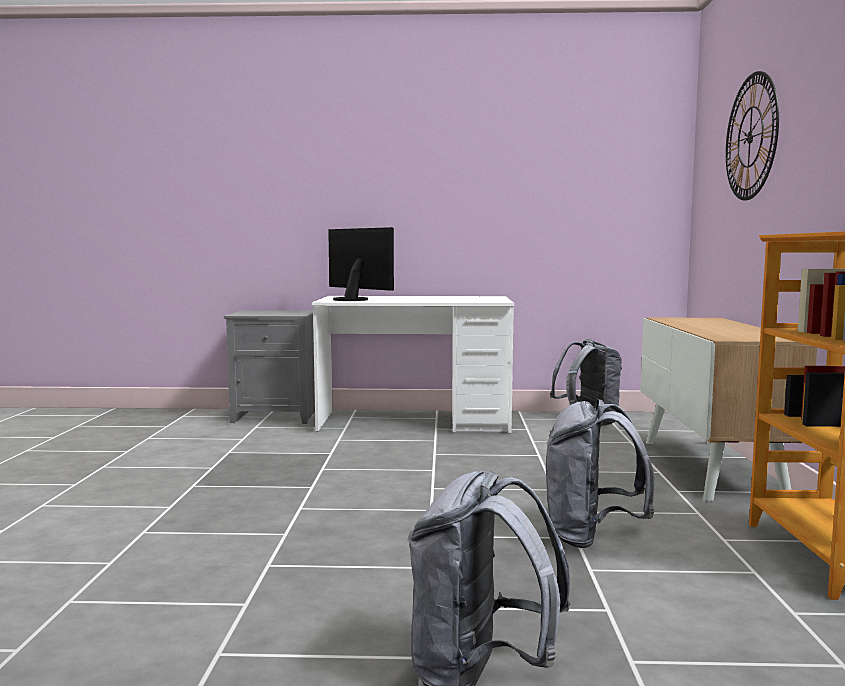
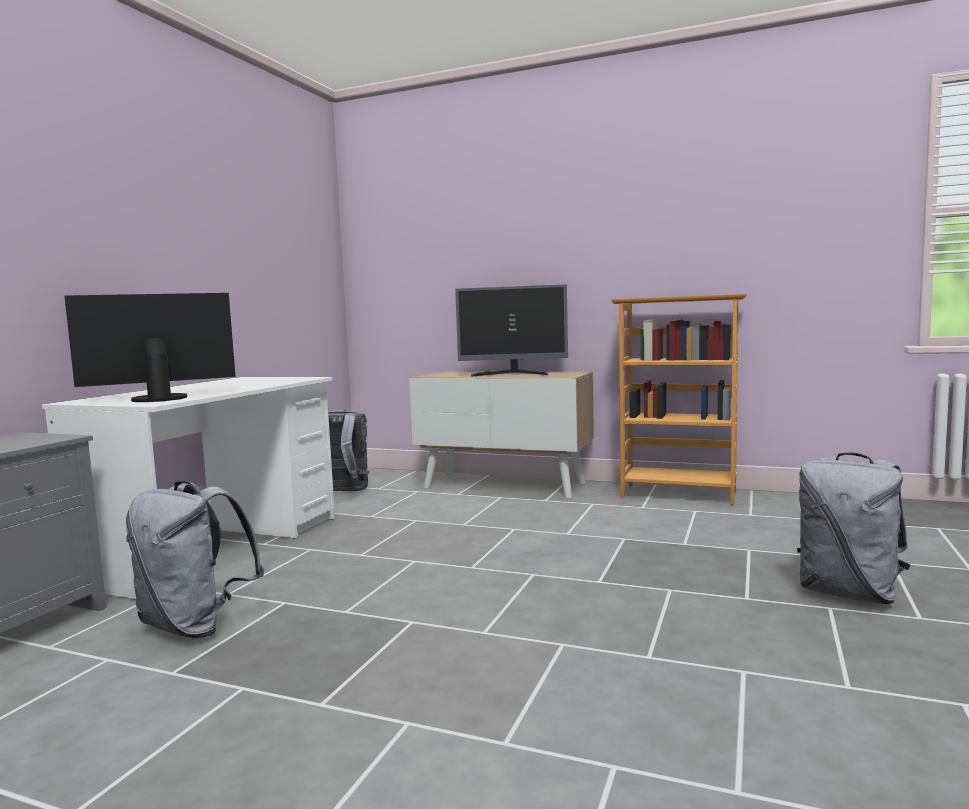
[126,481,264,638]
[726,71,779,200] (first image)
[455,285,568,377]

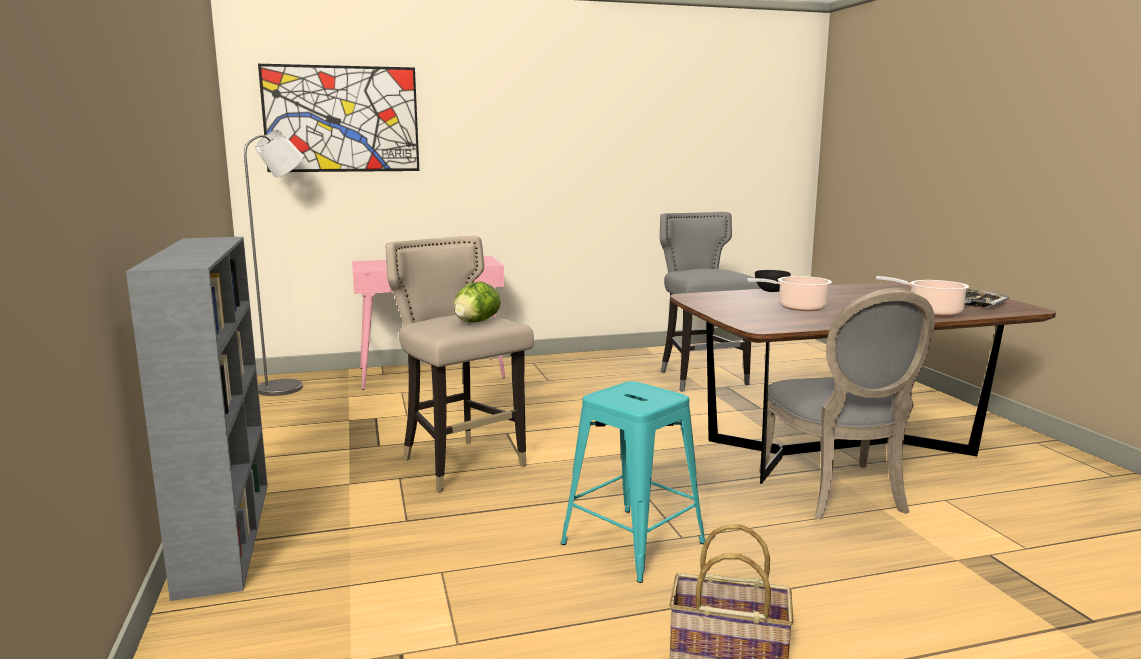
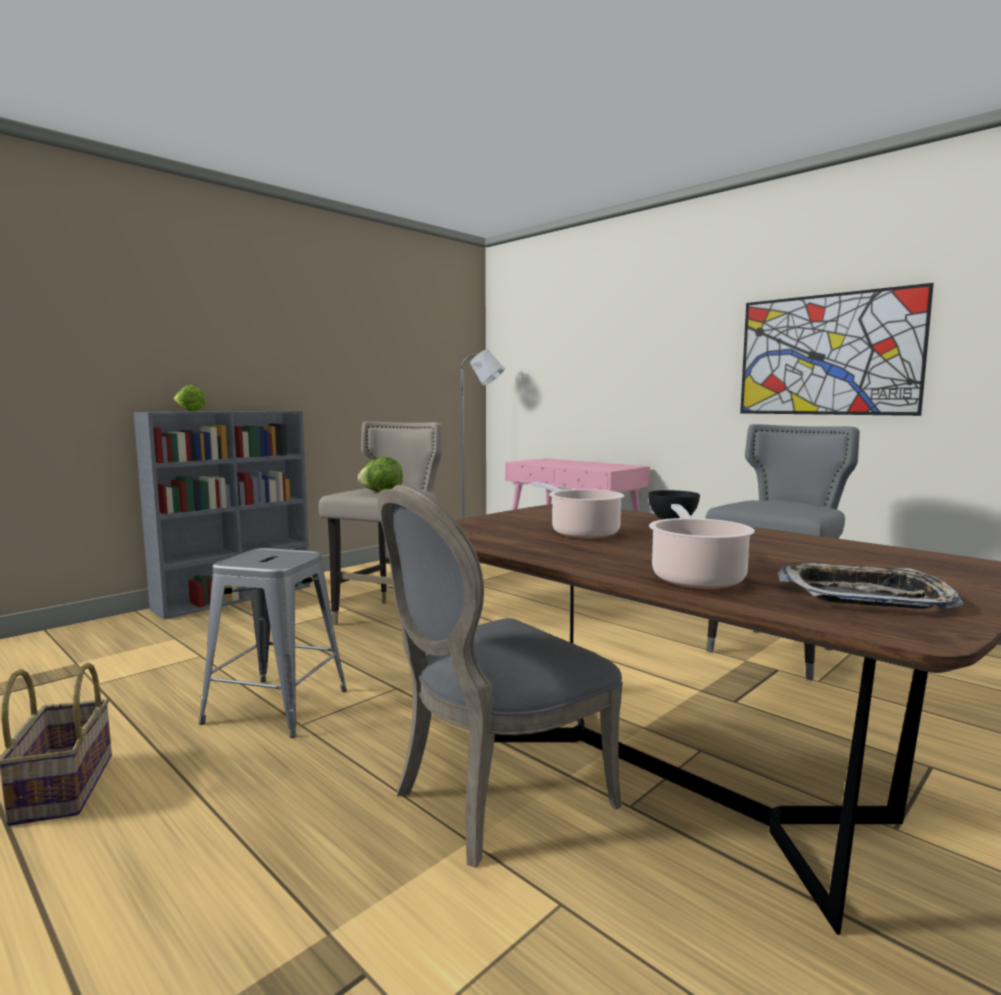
[740,283,934,416]
[199,548,347,738]
[173,385,205,411]

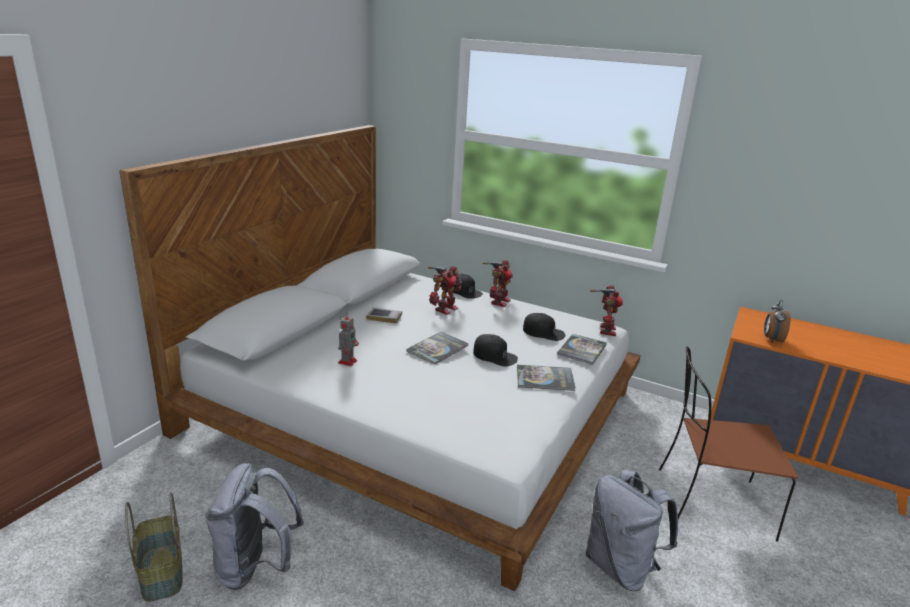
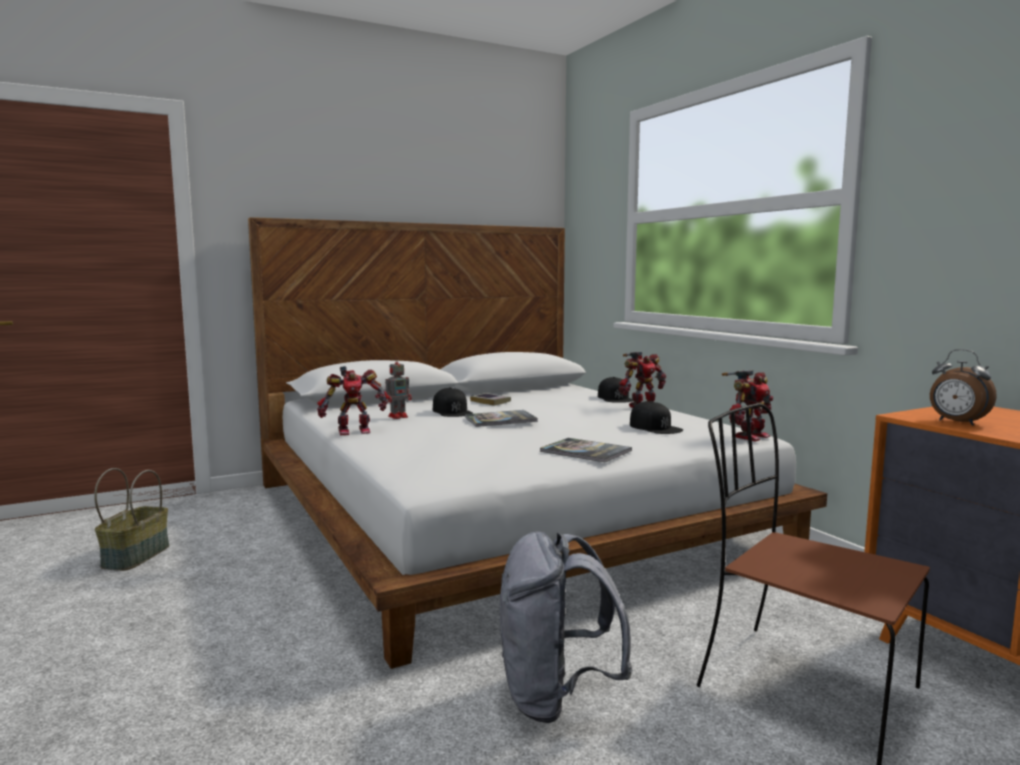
[205,463,304,590] (first image)
[317,366,389,435]
[433,388,473,417]
[557,334,607,365] (first image)
[930,349,997,426]

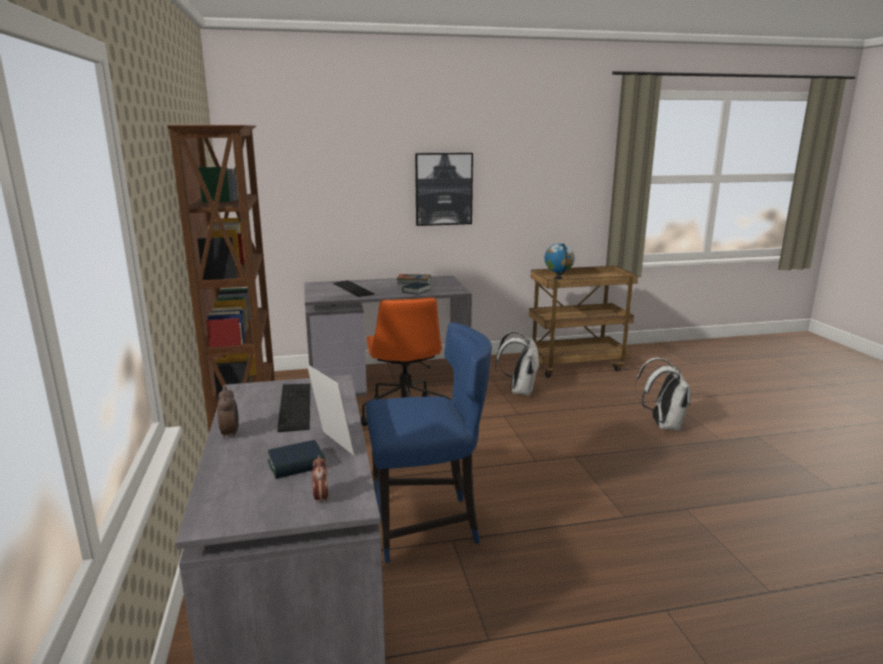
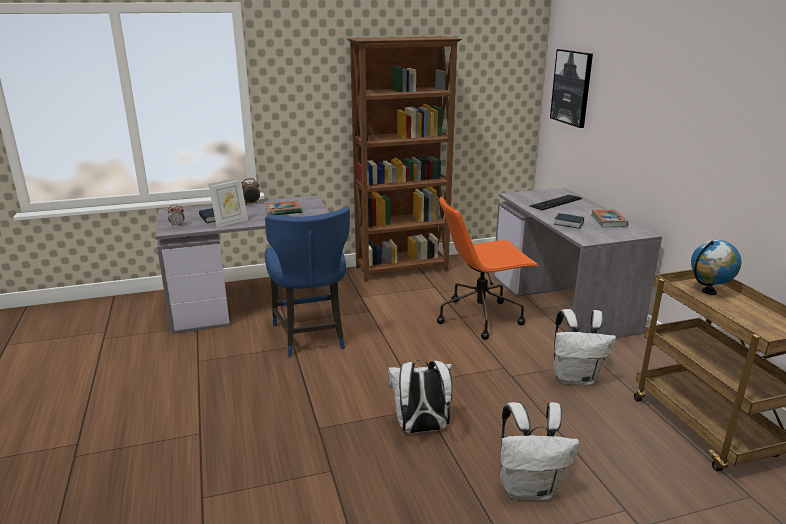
[265,201,302,215]
[550,49,593,128]
[387,360,452,433]

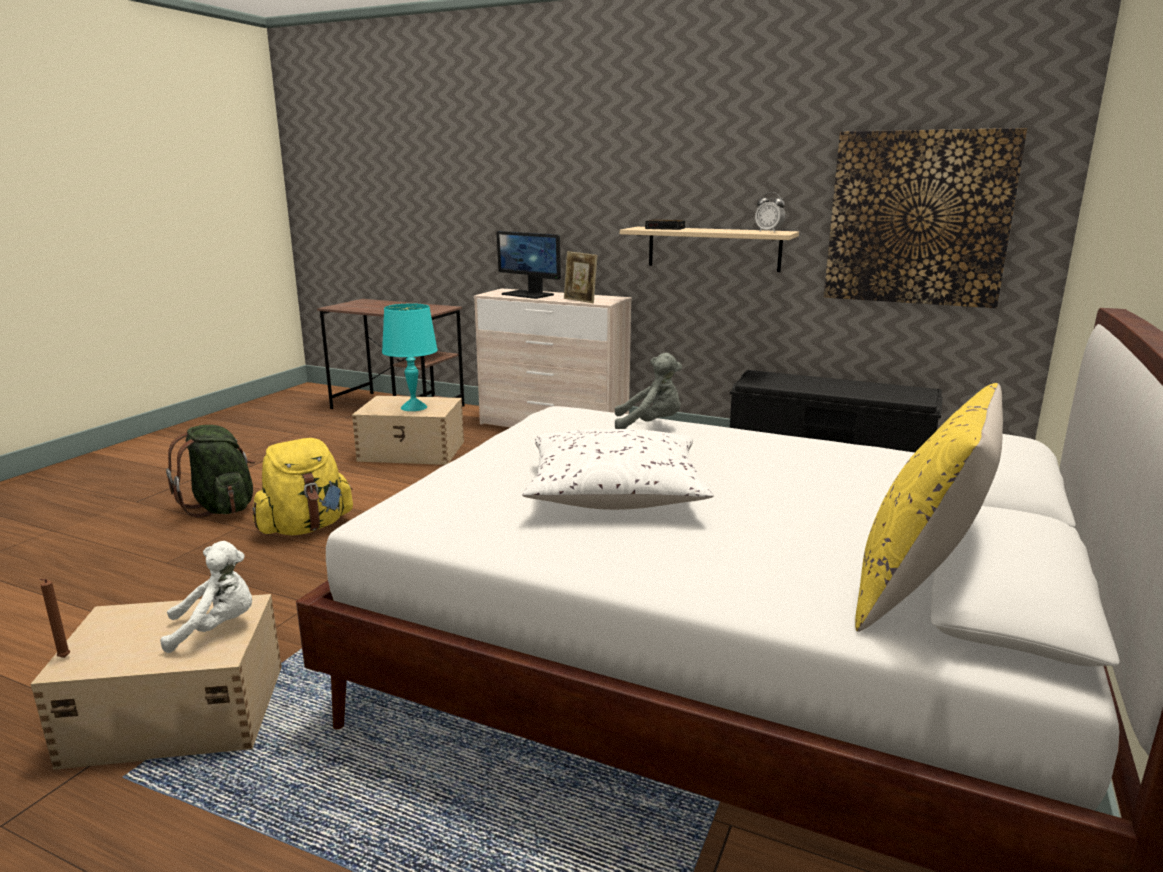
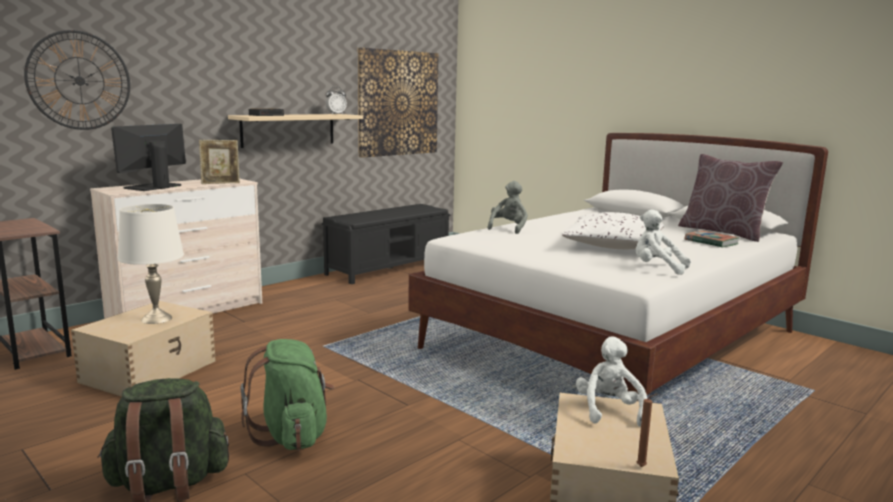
[241,339,334,450]
[117,204,184,324]
[111,124,186,191]
[678,154,783,242]
[24,30,130,130]
[636,209,691,275]
[685,230,740,248]

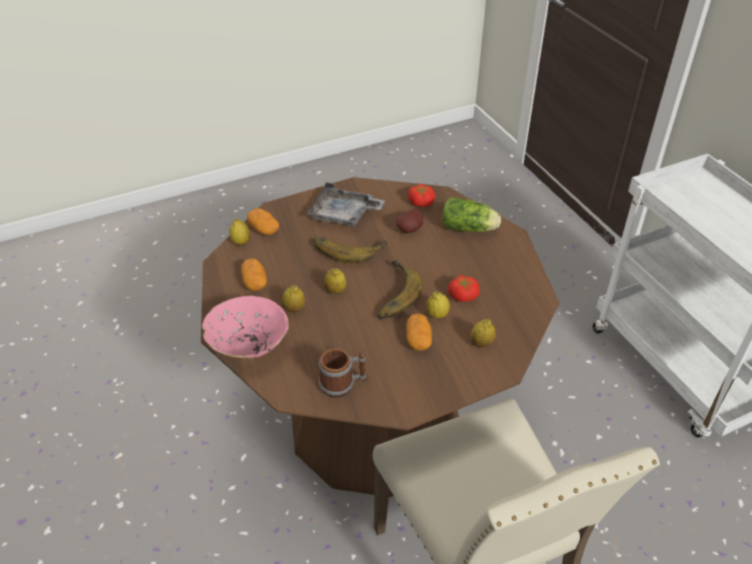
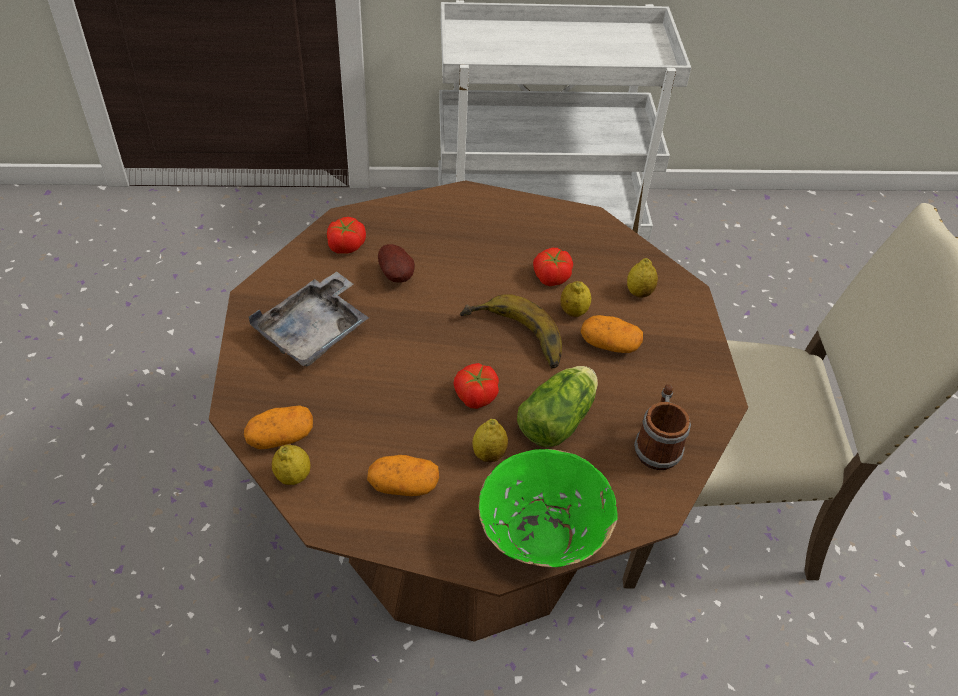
[479,449,618,567]
[313,237,387,263] (first image)
[453,363,499,409]
[517,366,598,448]

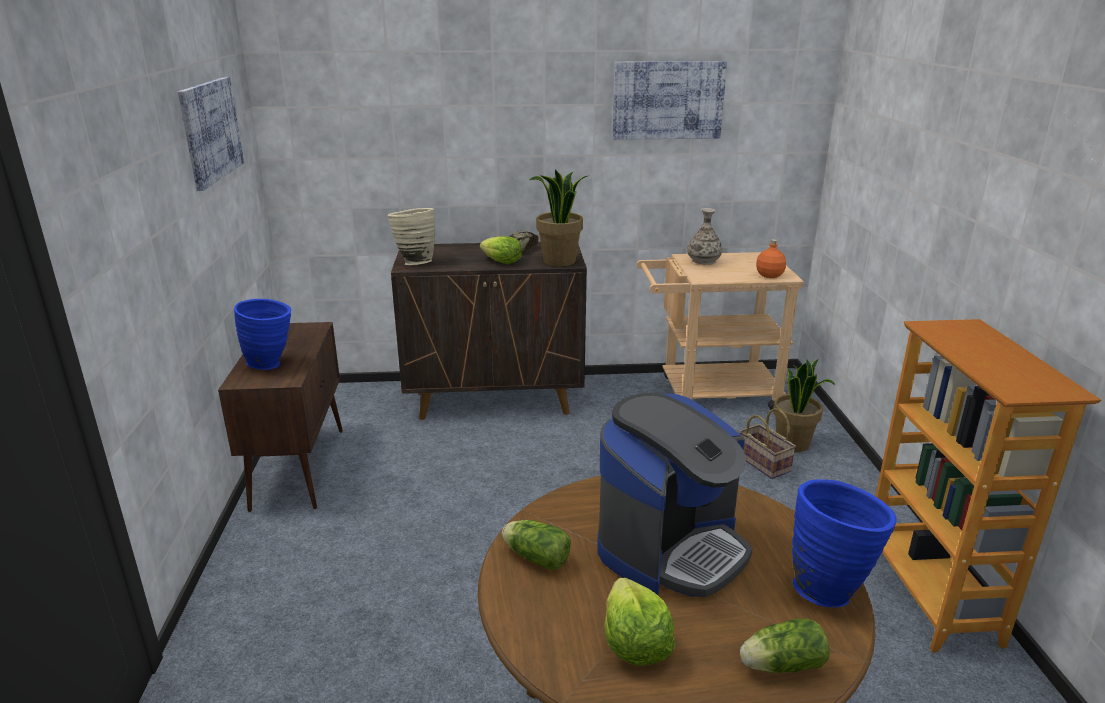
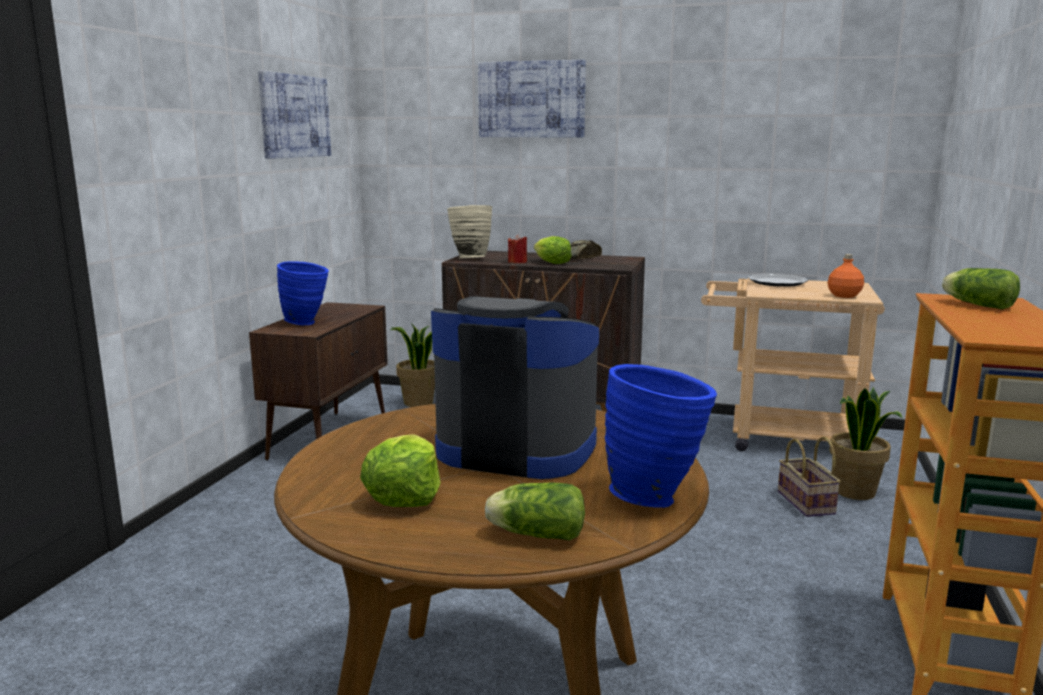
[942,268,1020,309]
[390,323,435,407]
[431,297,599,479]
[478,60,586,137]
[748,273,808,287]
[508,234,527,263]

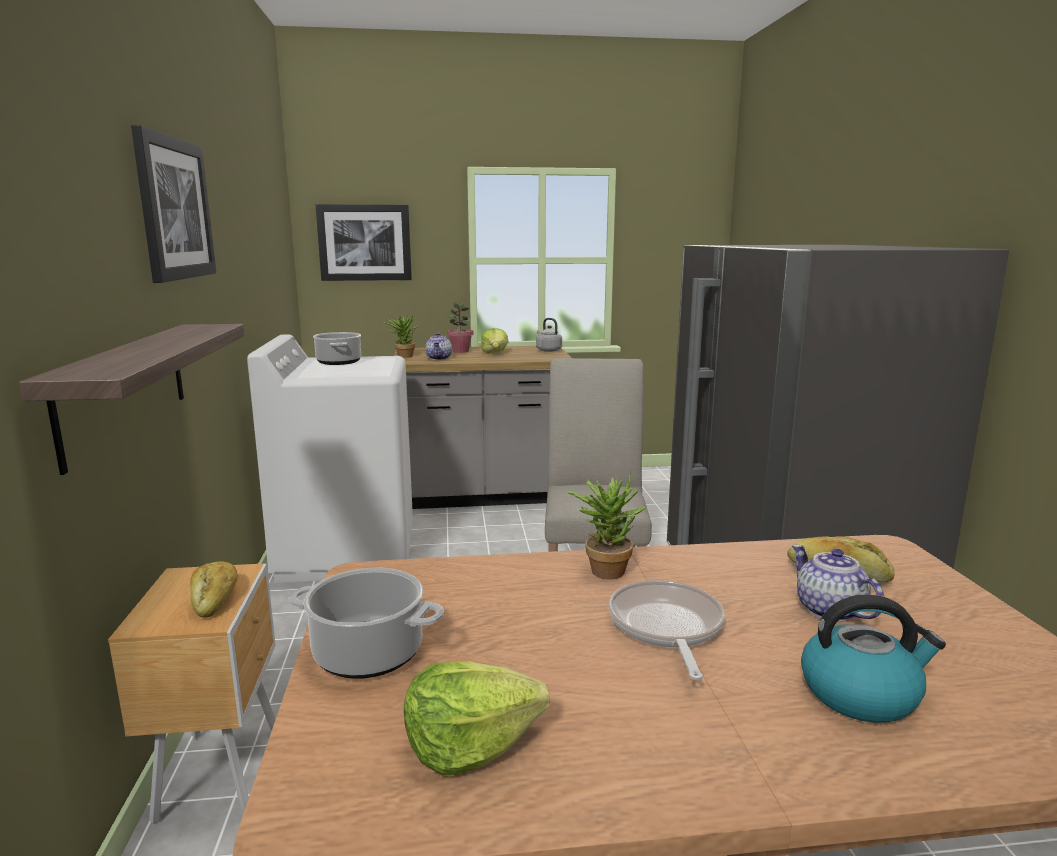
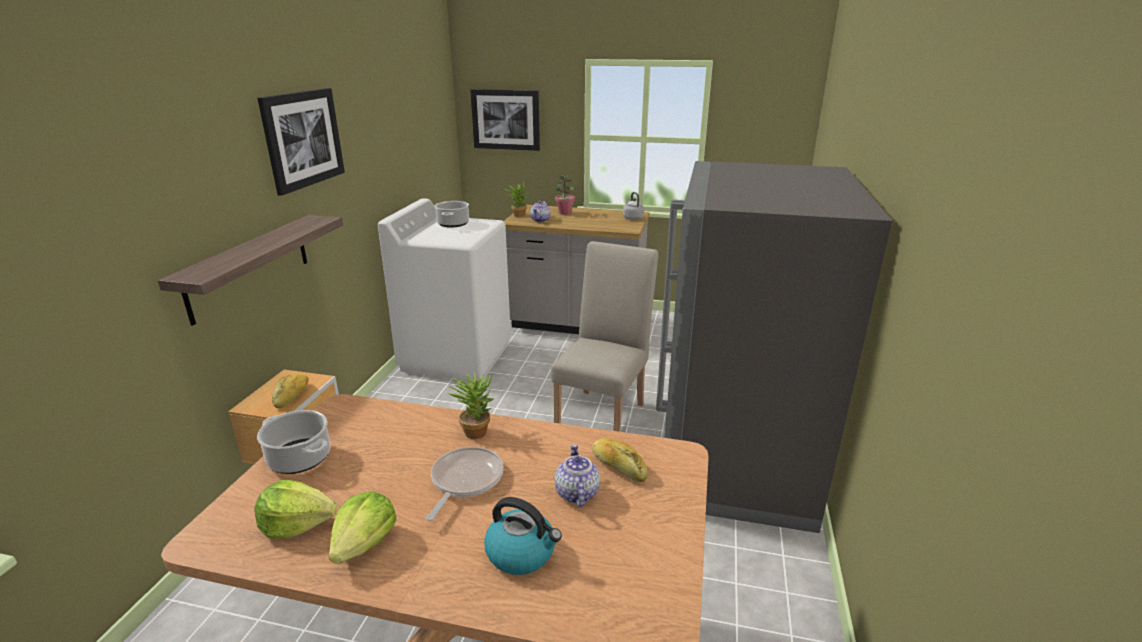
[329,491,396,564]

